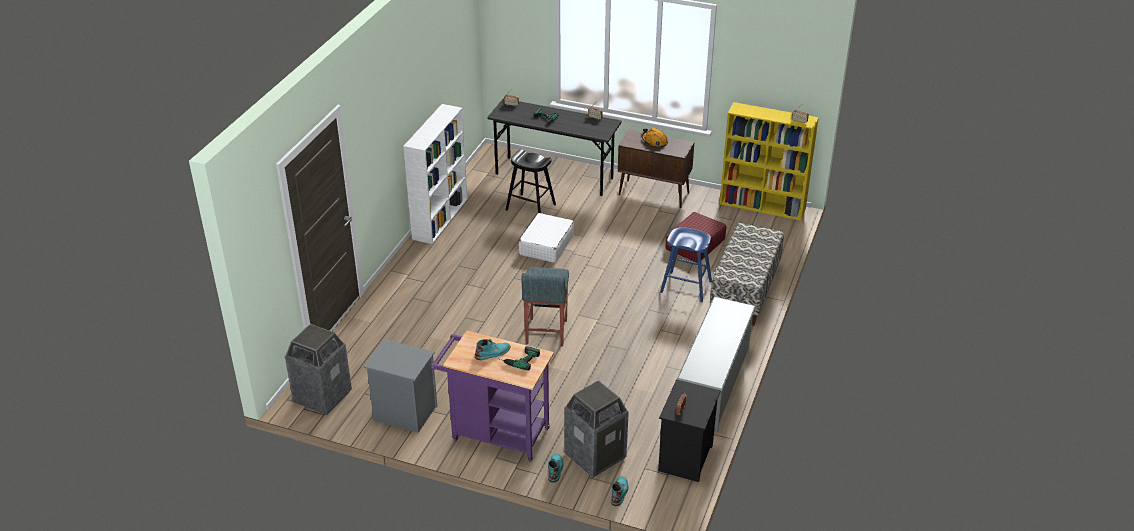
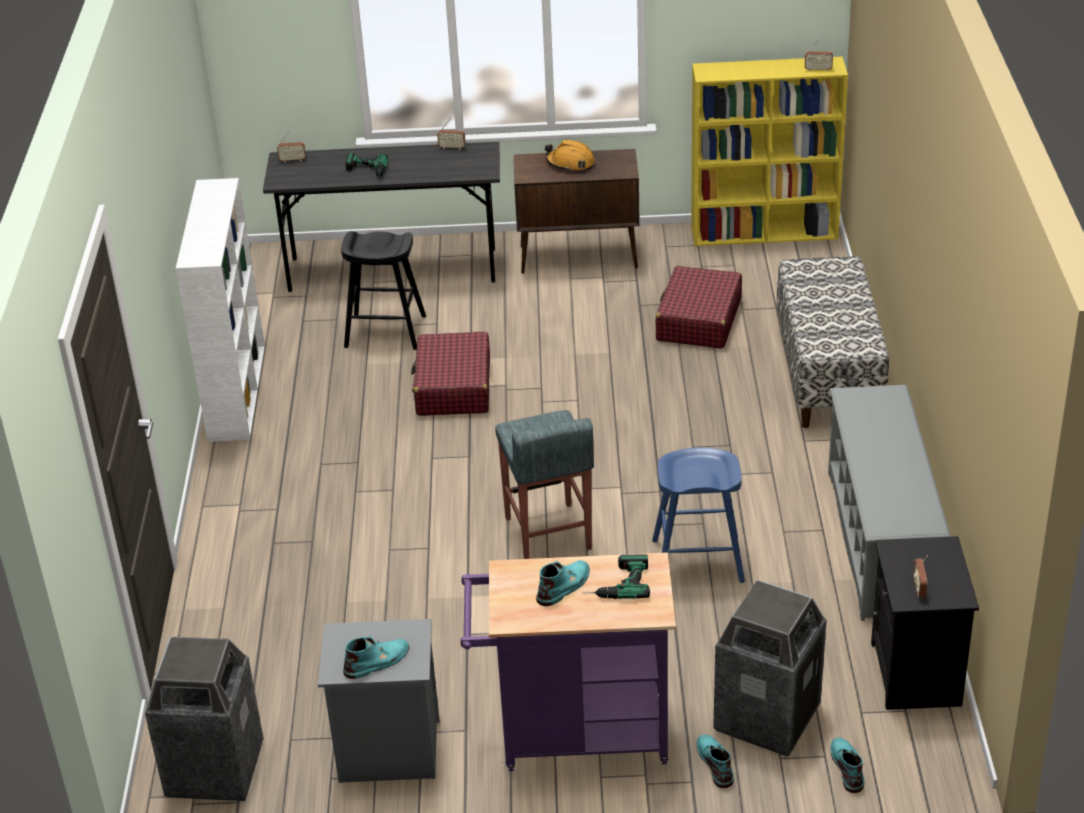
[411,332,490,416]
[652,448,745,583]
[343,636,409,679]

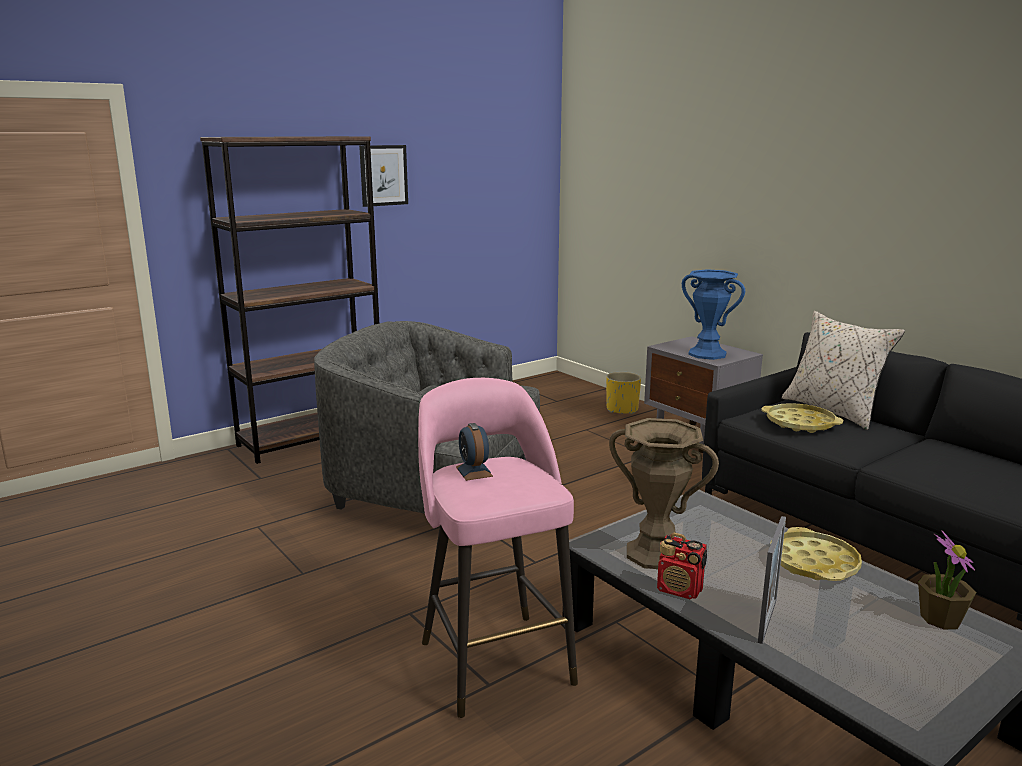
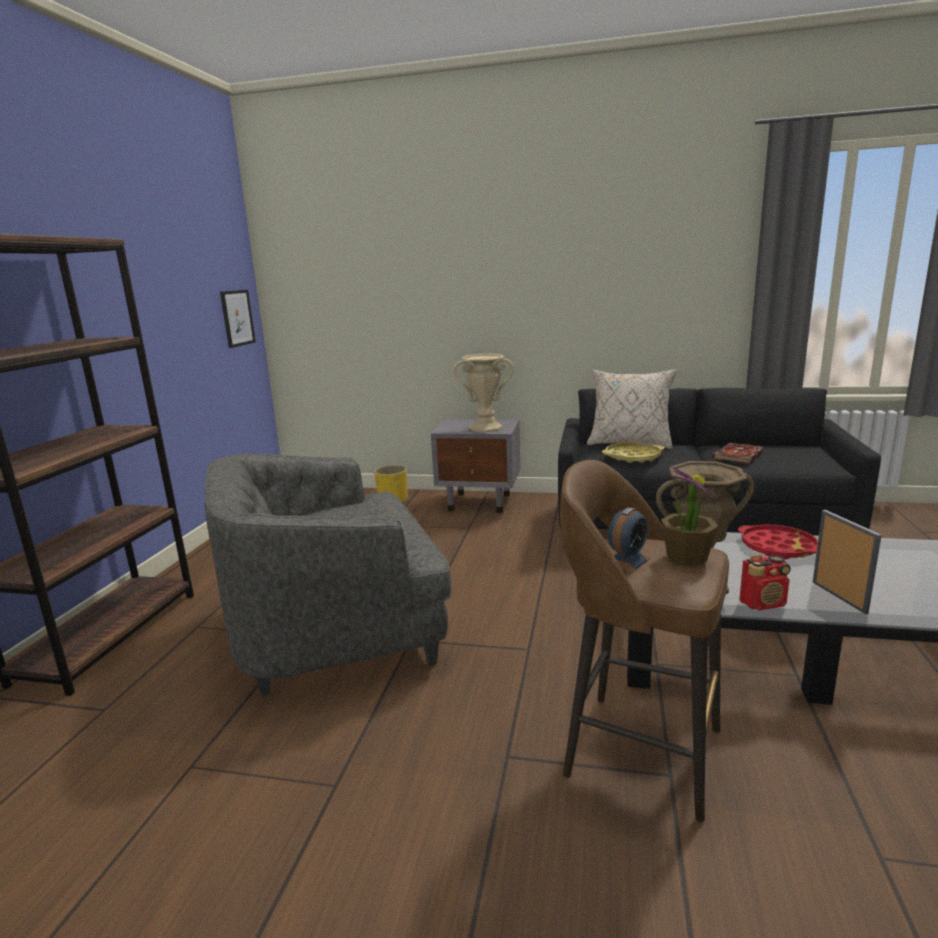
[220,290,256,348]
[560,460,729,822]
[608,507,651,573]
[453,354,514,432]
[738,525,818,560]
[661,466,718,566]
[712,443,763,464]

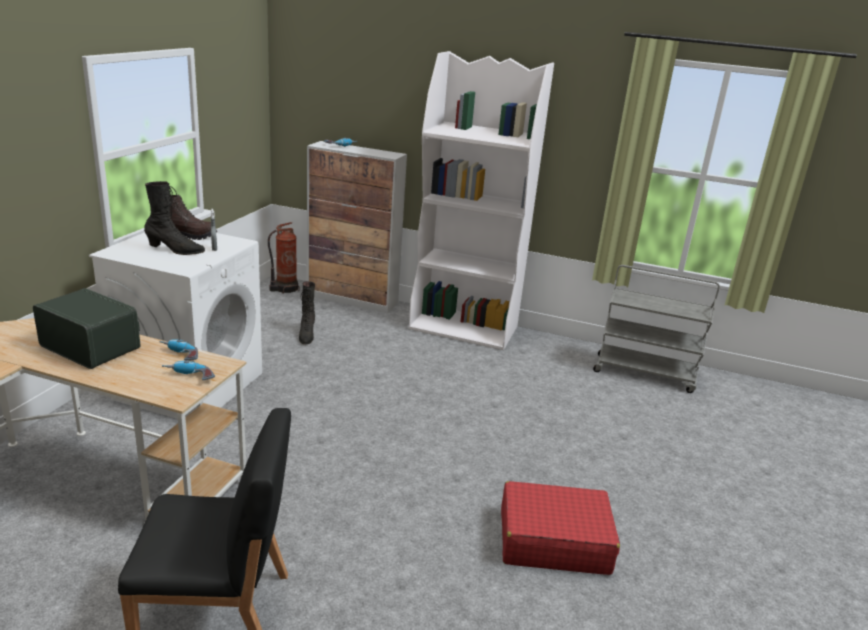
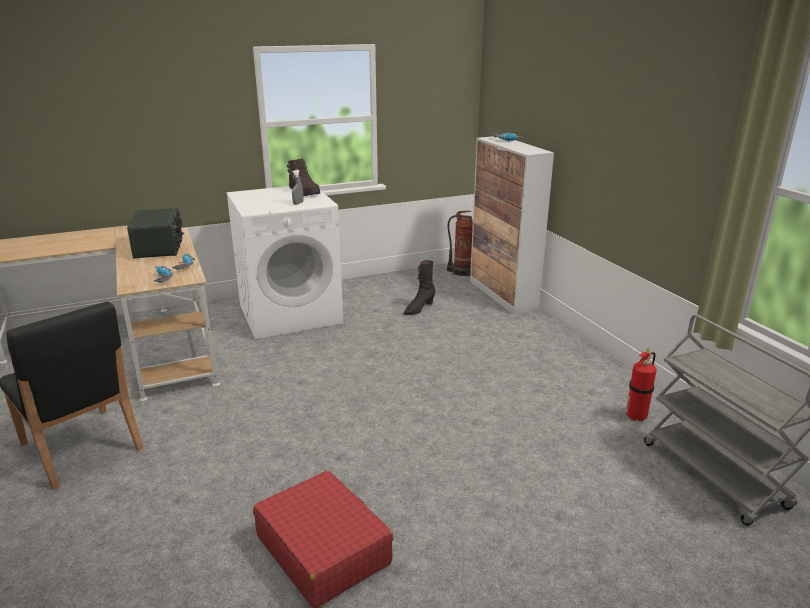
[144,181,205,255] (first image)
[409,51,554,350] (first image)
[626,348,657,421]

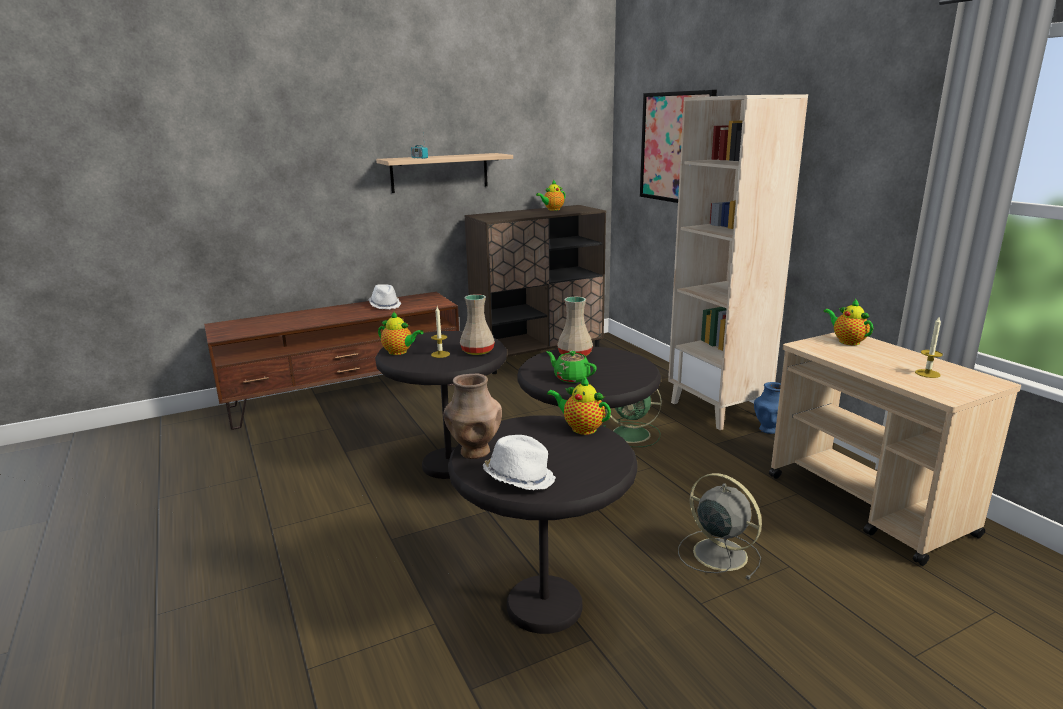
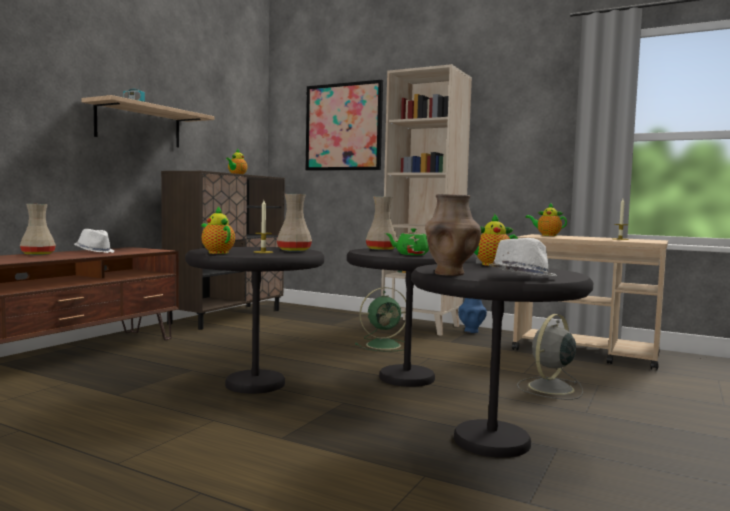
[201,206,235,254]
[517,314,583,400]
[20,204,56,255]

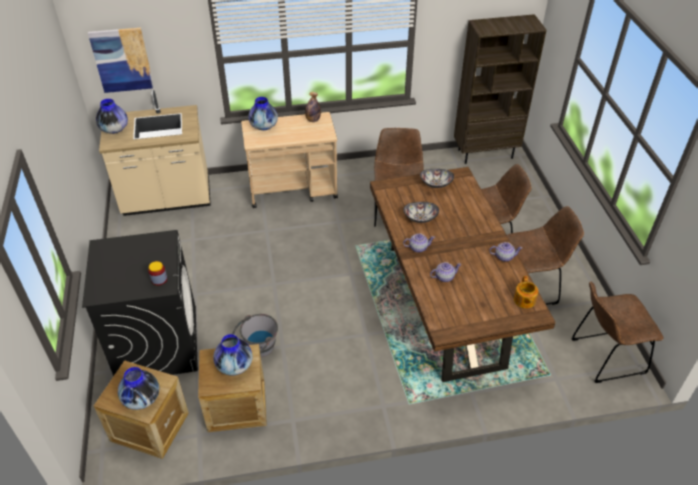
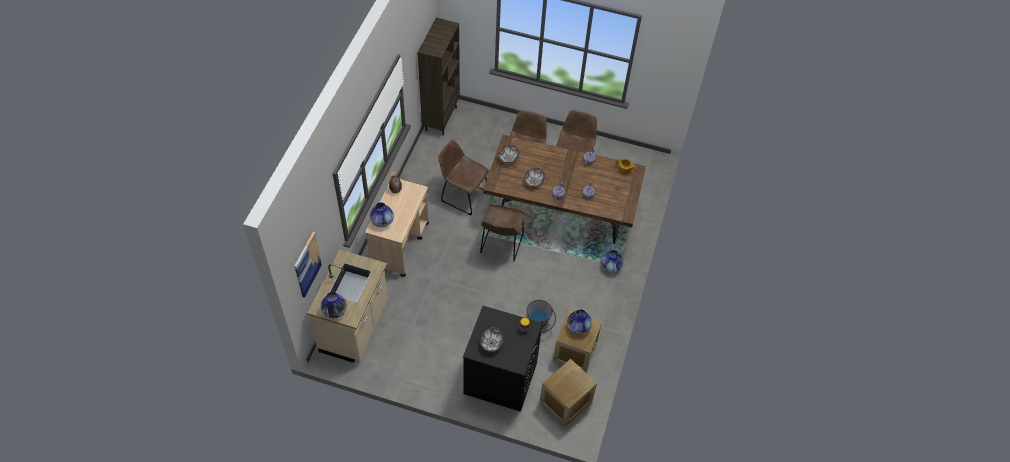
[601,250,623,273]
[480,204,525,262]
[480,327,503,352]

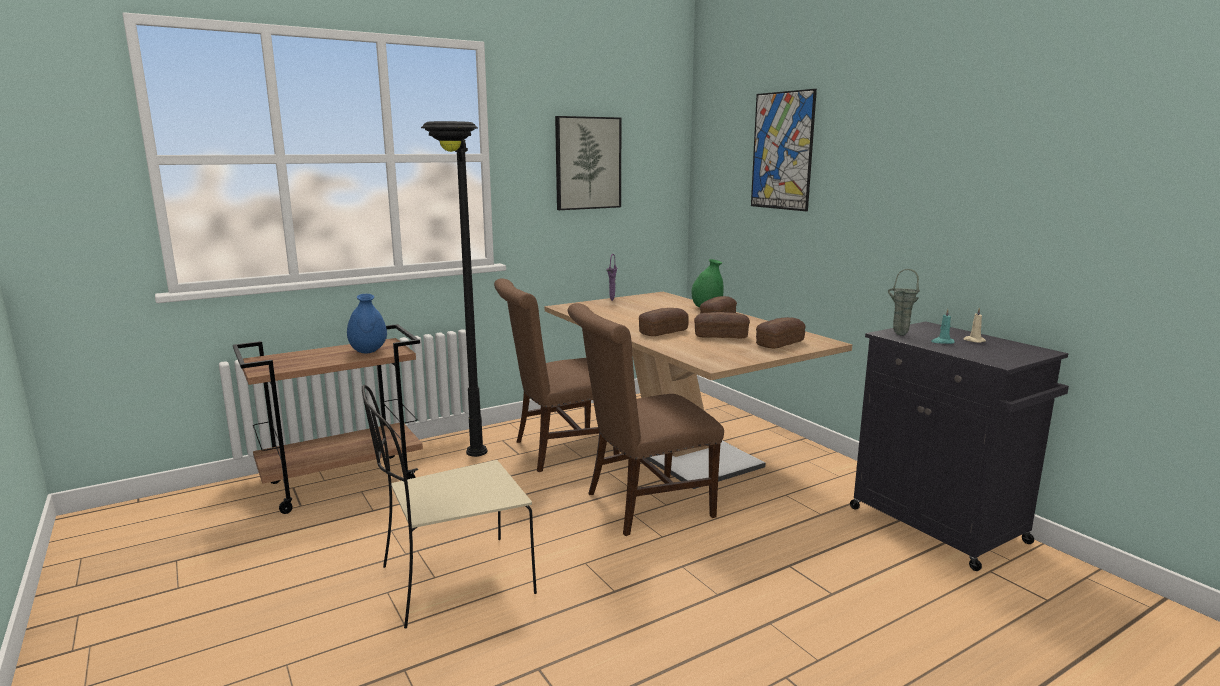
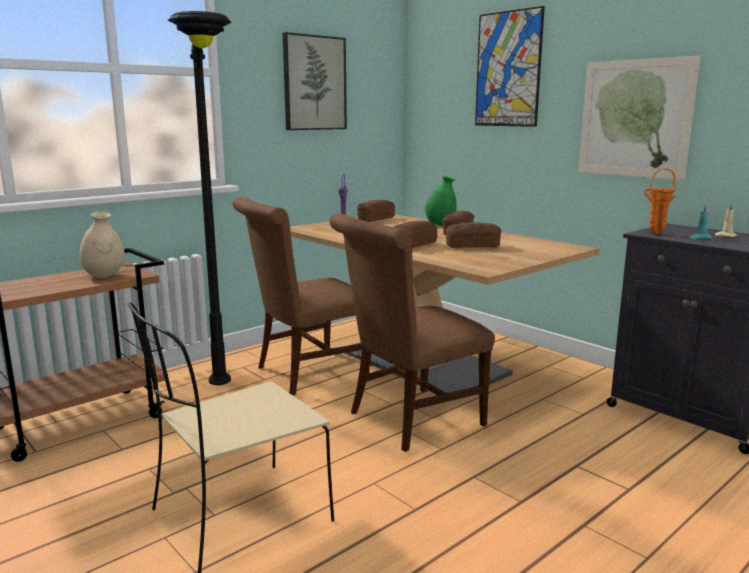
[80,212,125,278]
[357,200,395,222]
[643,168,676,234]
[578,56,700,180]

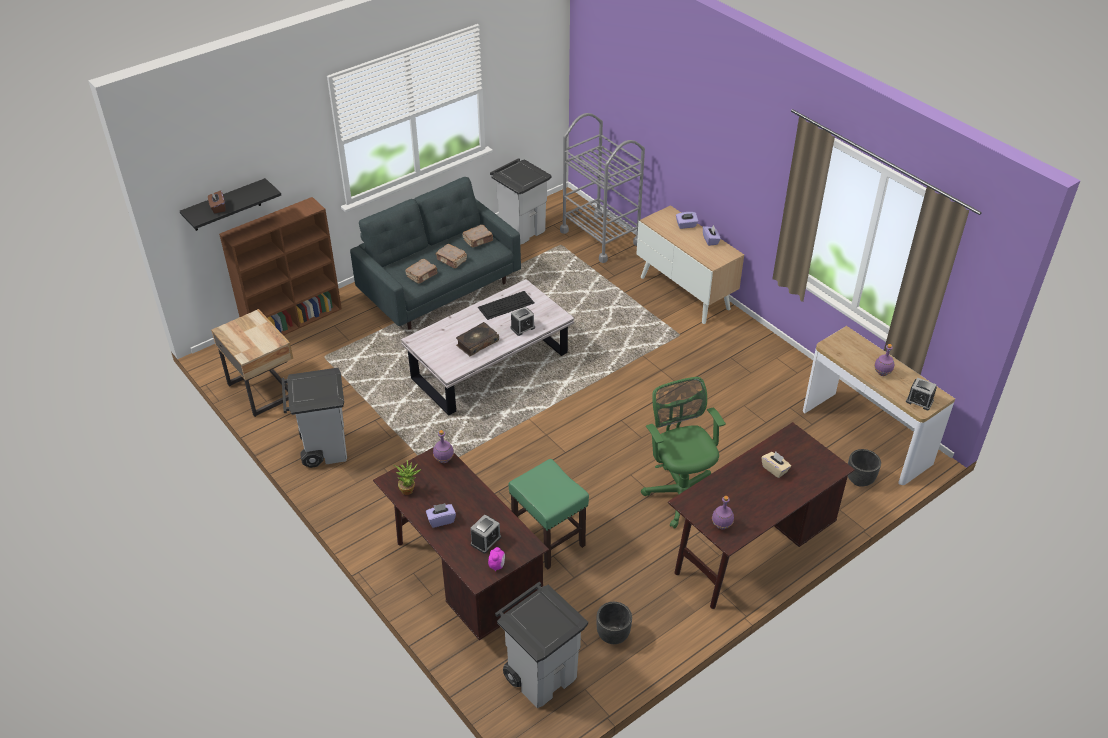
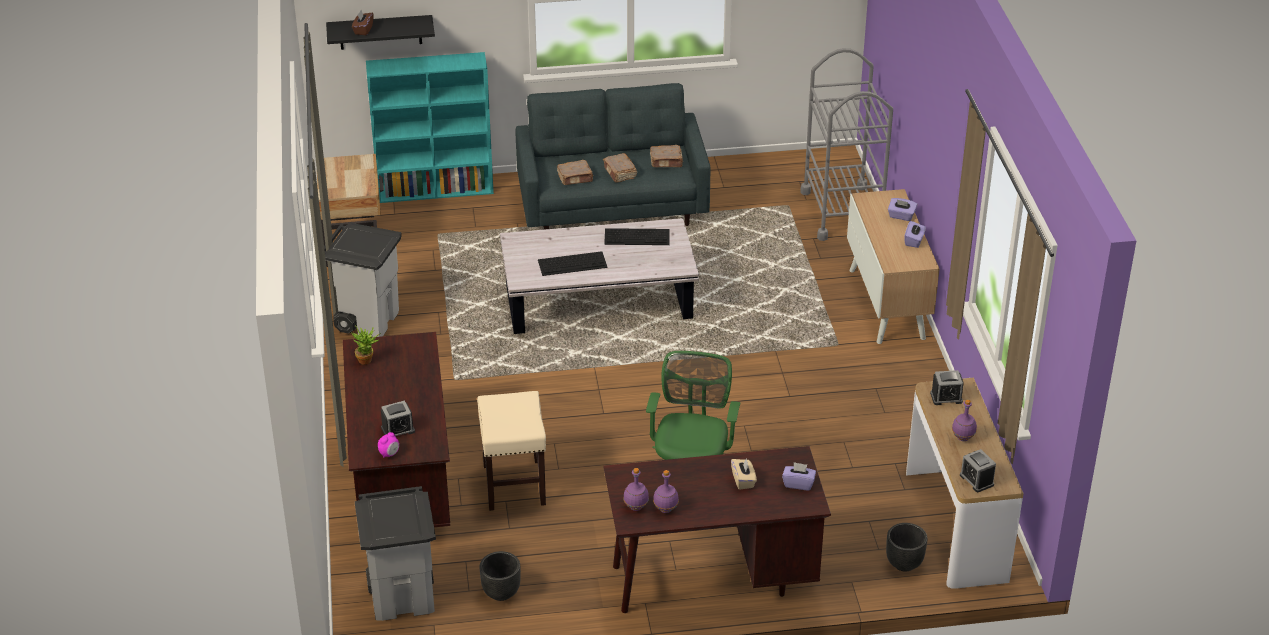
[366,52,494,203]
[782,462,816,490]
[653,470,679,513]
[538,251,608,276]
[490,158,552,245] (first image)
[477,391,546,511]
[930,370,964,405]

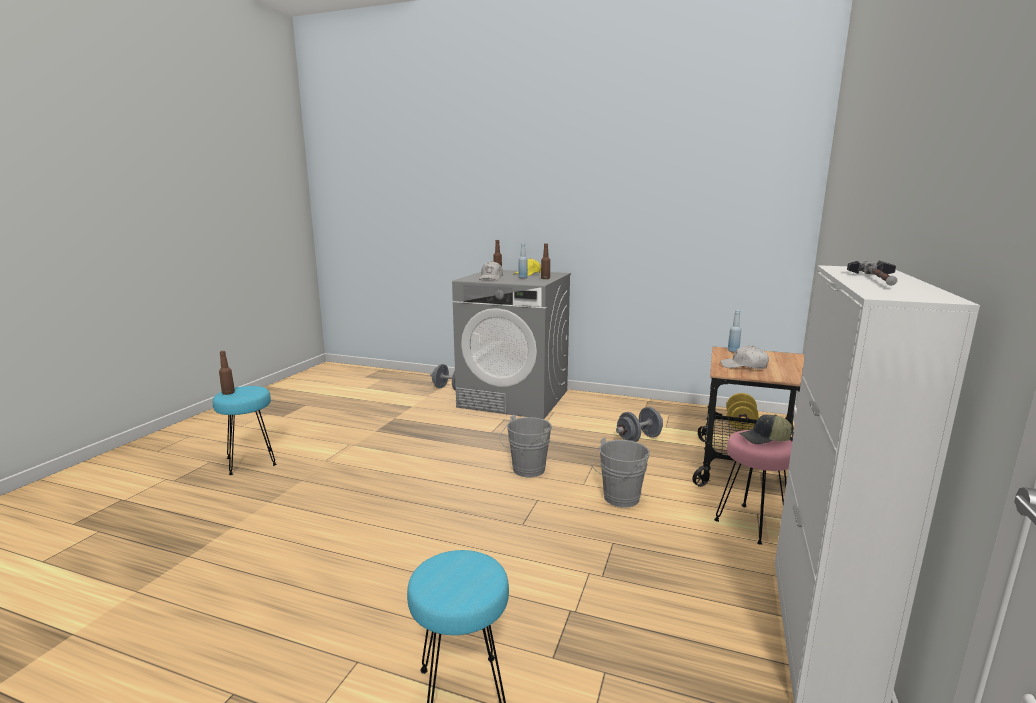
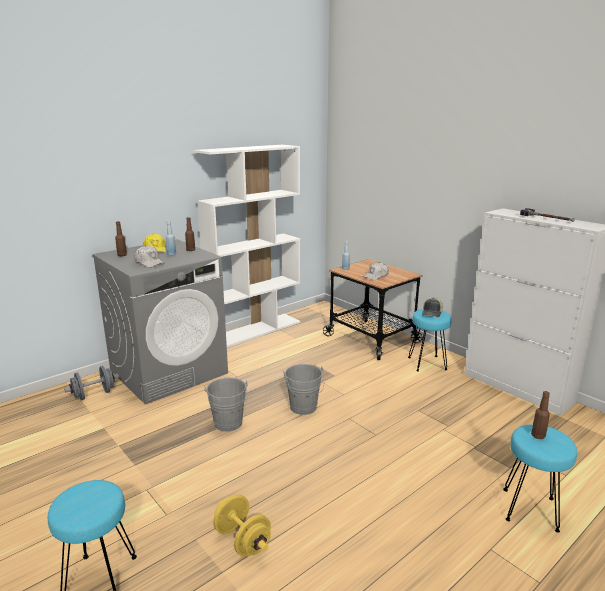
[531,391,550,439]
[205,378,248,432]
[616,407,663,442] (first image)
[408,309,452,371]
[213,494,271,557]
[193,145,300,347]

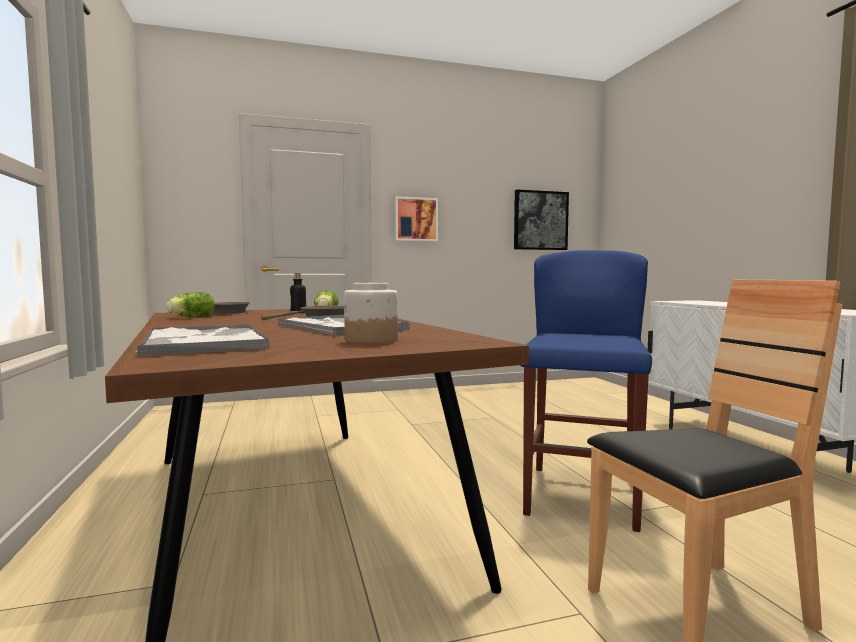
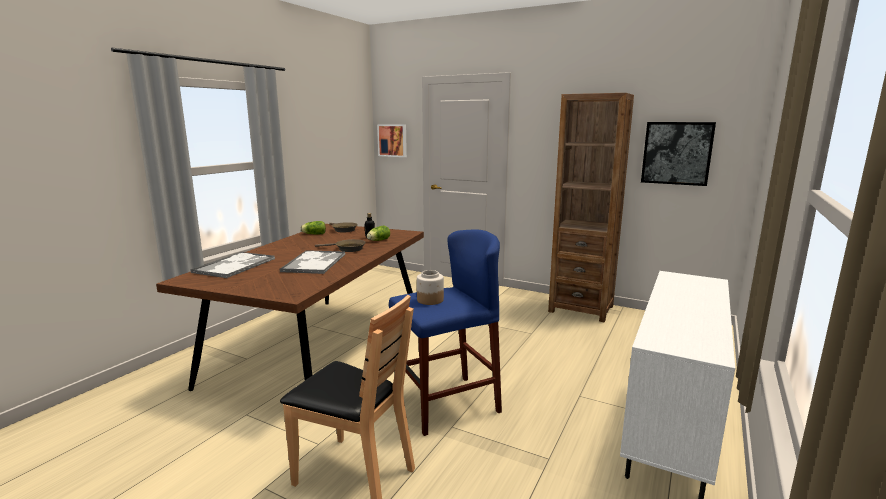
[417,270,444,305]
[377,124,407,157]
[548,93,634,323]

